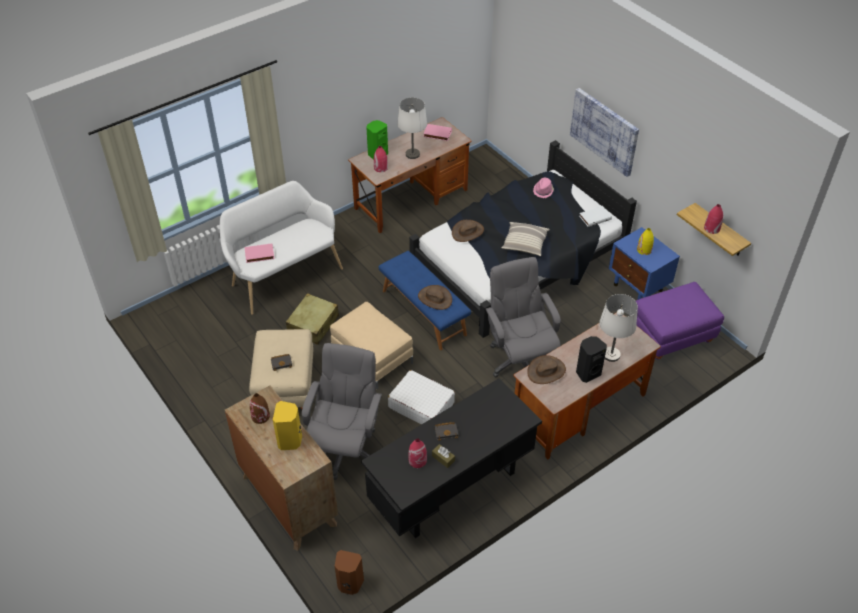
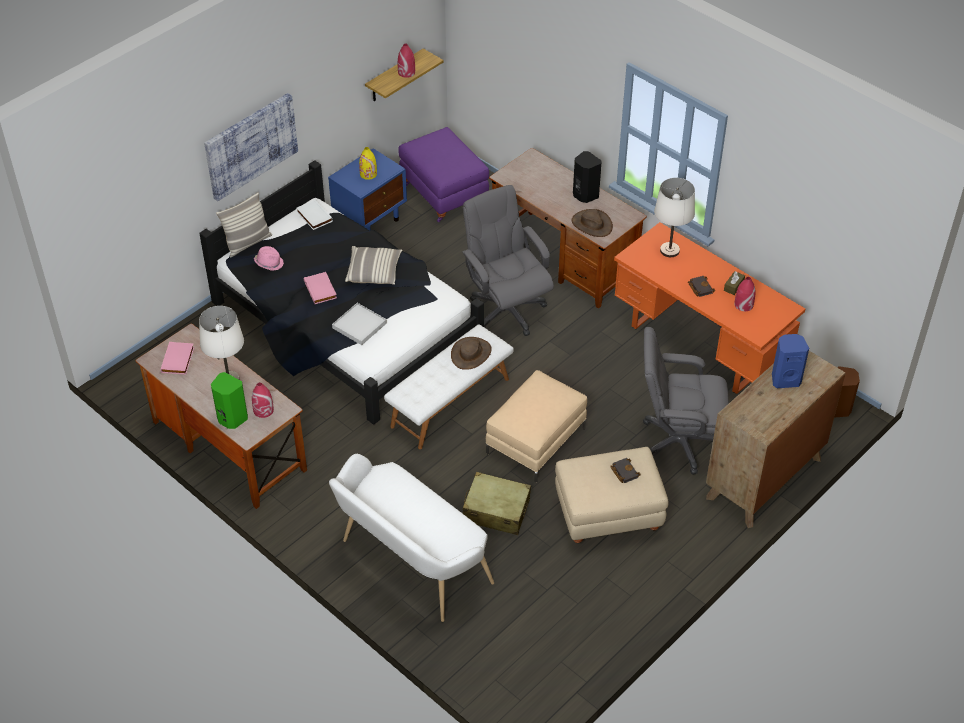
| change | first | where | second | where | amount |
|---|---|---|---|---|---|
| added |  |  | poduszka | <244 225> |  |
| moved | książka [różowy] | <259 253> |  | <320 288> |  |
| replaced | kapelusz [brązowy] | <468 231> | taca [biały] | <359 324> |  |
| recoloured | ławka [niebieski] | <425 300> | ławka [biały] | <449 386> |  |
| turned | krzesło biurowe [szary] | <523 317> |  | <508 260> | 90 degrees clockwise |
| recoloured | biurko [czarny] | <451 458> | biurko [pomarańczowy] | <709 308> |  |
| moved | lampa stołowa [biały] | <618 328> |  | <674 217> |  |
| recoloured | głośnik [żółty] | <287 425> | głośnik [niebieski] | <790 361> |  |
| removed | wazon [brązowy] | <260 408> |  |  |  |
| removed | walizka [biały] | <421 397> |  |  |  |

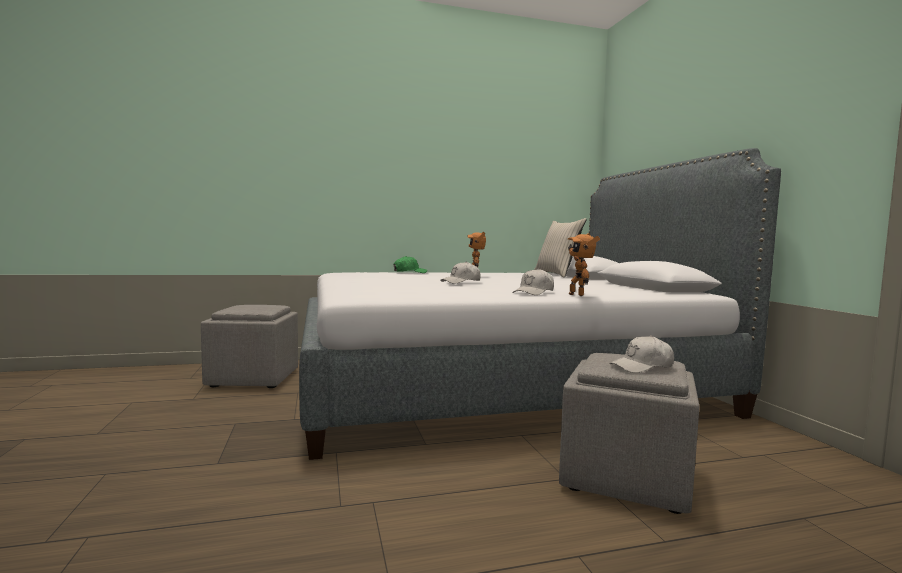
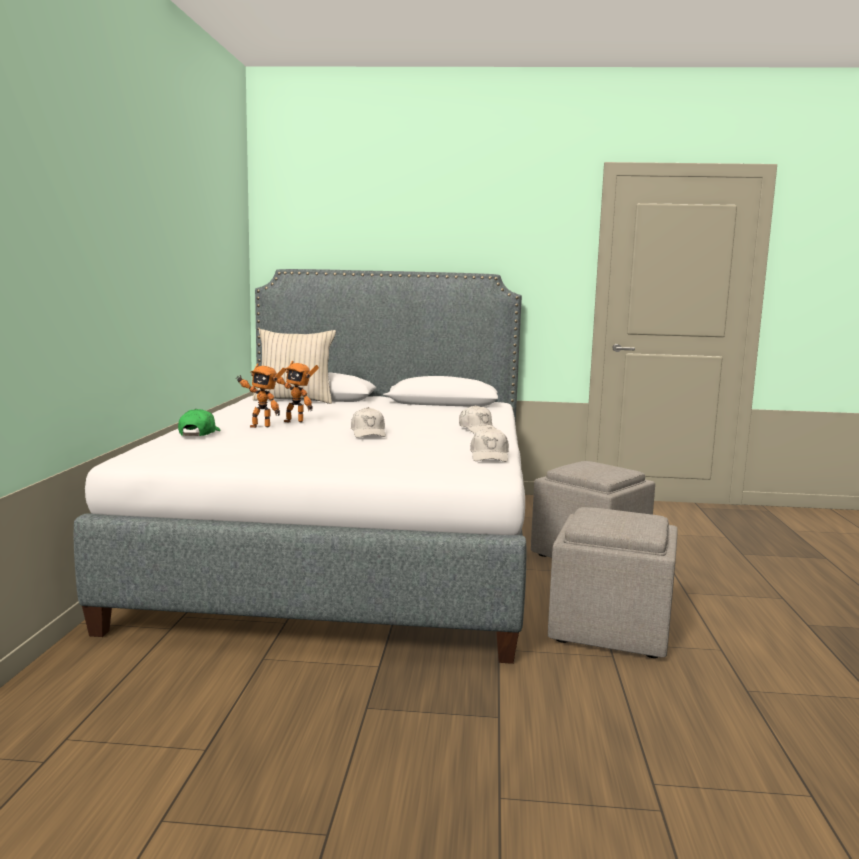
| change | first | where | second | where | amount |
|---|---|---|---|---|---|
| moved | robot zabawkowy | <584 264> |  | <260 395> |  |
| moved | czapka z daszkiem [biały] | <641 354> |  | <489 444> |  |
| moved | pufa [szary] | <249 346> |  | <613 582> |  |

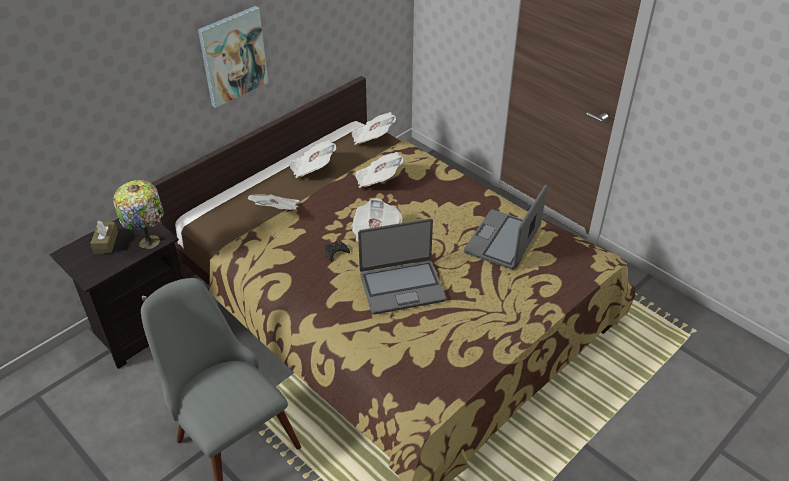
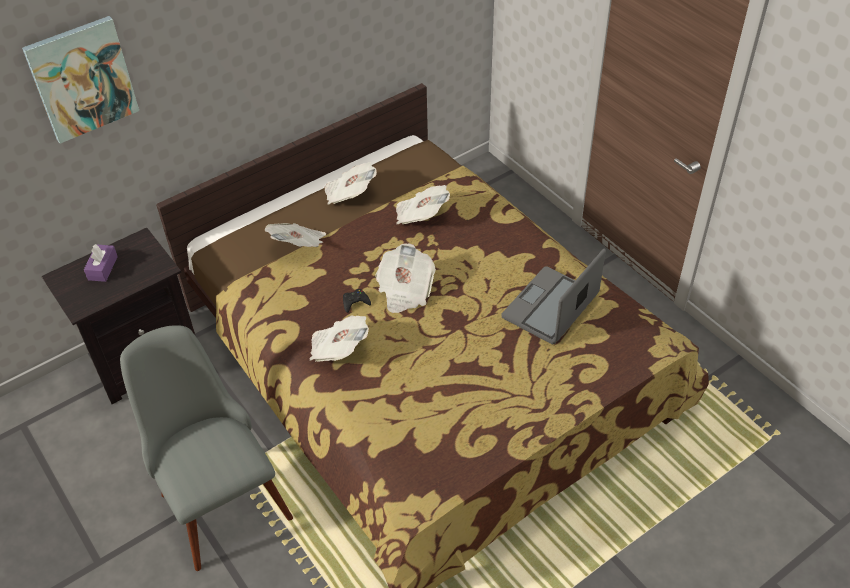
| change | first | where | second | where | amount |
|---|---|---|---|---|---|
| moved | obraz | <233 57> |  | <80 80> |  |
| recoloured | pudełko chusteczek [brązowy] | <104 237> | pudełko chusteczek [fioletowy] | <101 263> |  |
| moved | gazeta | <374 128> |  | <339 338> |  |
| removed | lampa stołowa | <138 214> |  |  |  |
| removed | laptop | <402 266> |  |  |  |

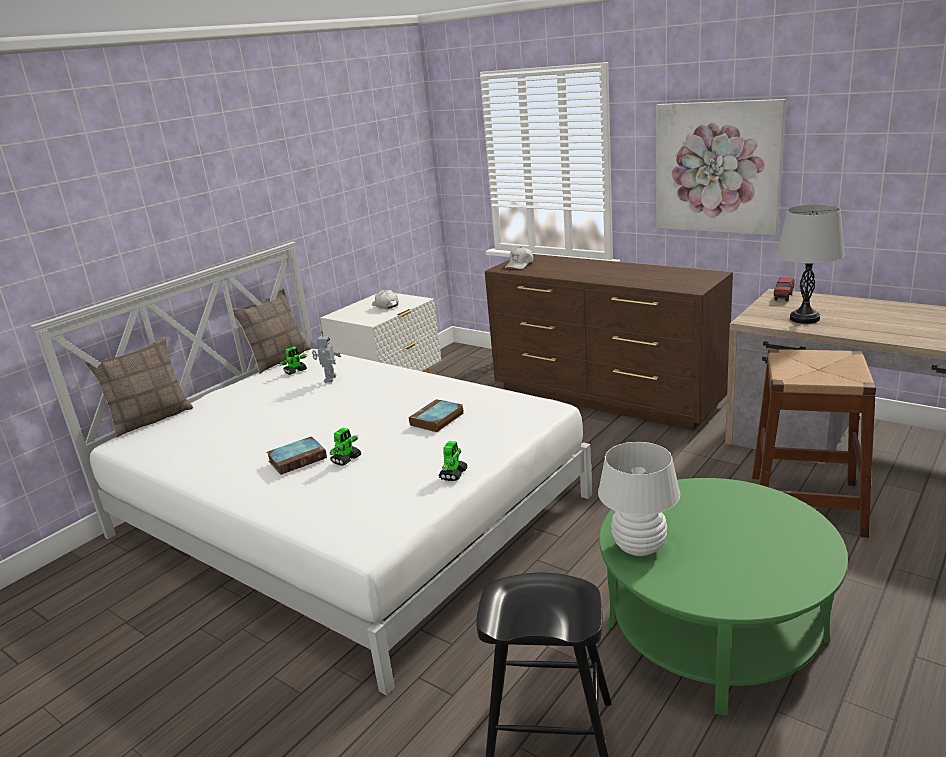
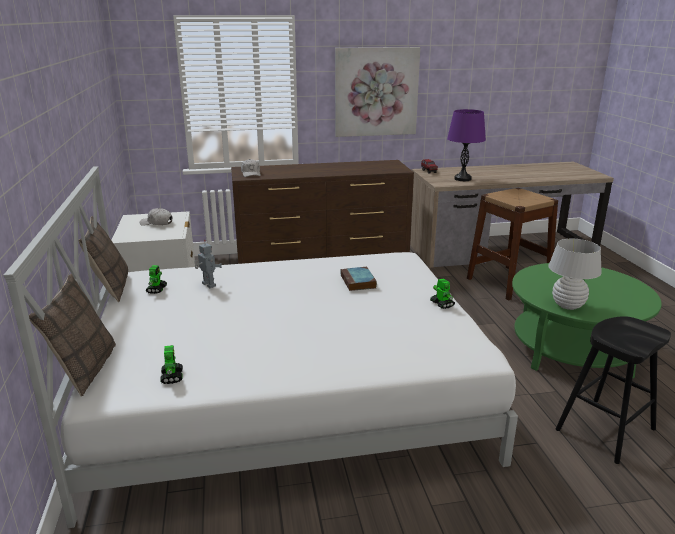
| change | first | where | second | where | amount |
|---|---|---|---|---|---|
| moved | robot zabawkowy | <346 447> |  | <171 364> |  |
| recoloured | lampa stołowa [szary] | <810 264> | lampa stołowa [fioletowy] | <466 145> |  |
| removed | książka | <297 455> |  |  |  |

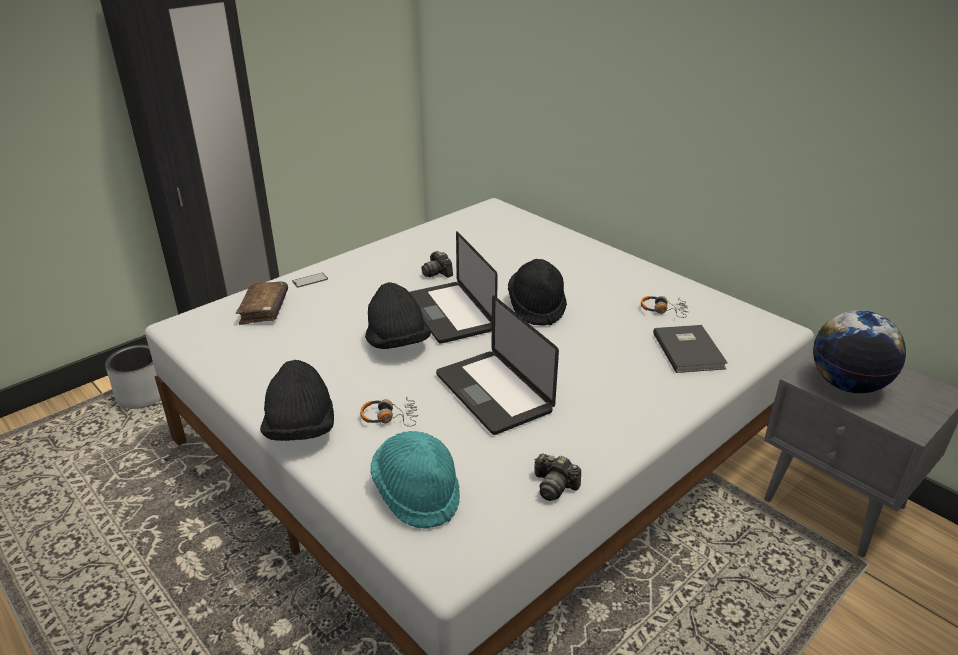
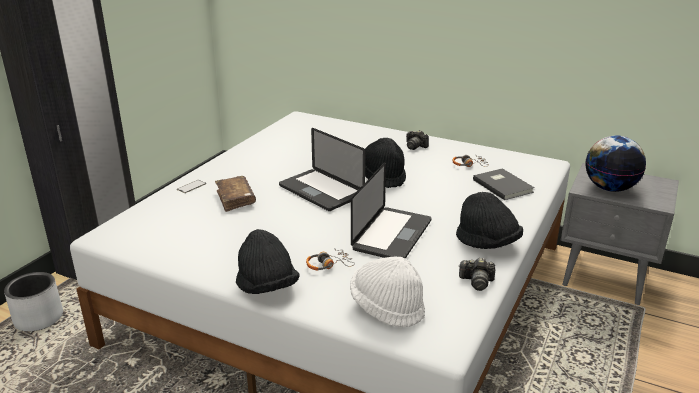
| change | first | where | second | where | amount |
|---|---|---|---|---|---|
| moved | książka [brązowy] | <262 303> |  | <235 194> |  |
| recoloured | kapelusz [turkusowy] | <415 480> | kapelusz [biały] | <387 291> |  |
| turned | laptop | <497 365> |  | <391 210> | 105 degrees counterclockwise |
| moved | aparat fotograficzny | <437 264> |  | <417 140> |  |
| moved | kapelusz [czarny] | <398 315> |  | <489 220> |  |

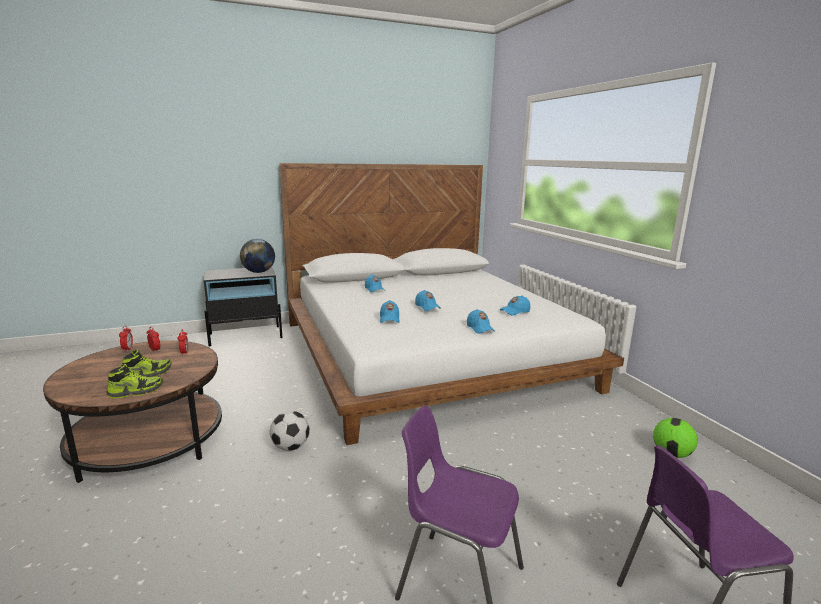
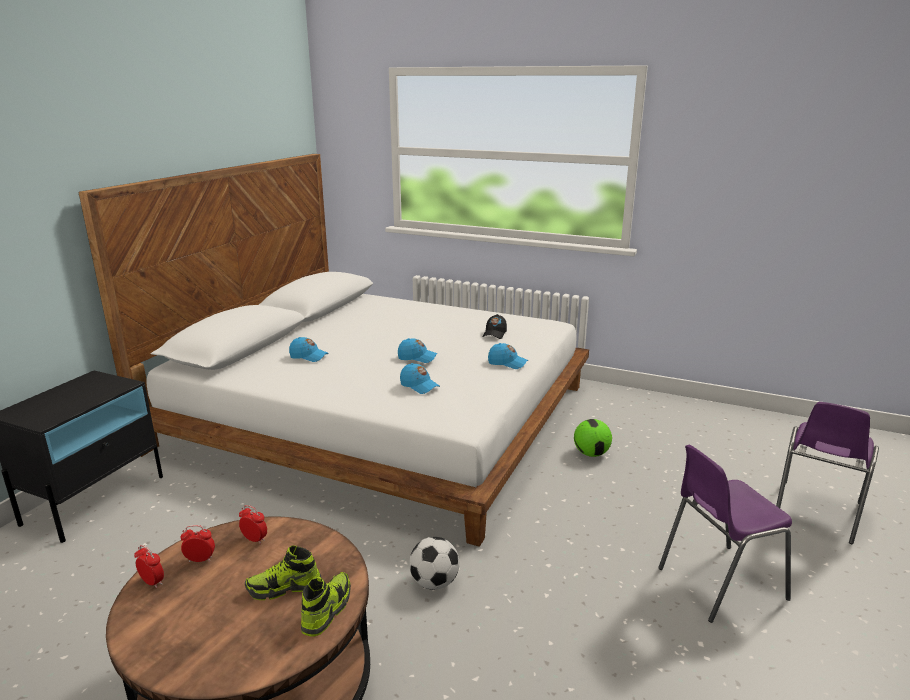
| change | first | where | second | where | amount |
|---|---|---|---|---|---|
| turned | but | <147 363> |  | <283 572> | 105 degrees counterclockwise |
| recoloured | czapka z daszkiem [niebieski] | <515 305> | czapka z daszkiem [czarny] | <495 326> |  |
| moved | piłka futbolowa | <675 438> |  | <593 438> |  |
| removed | globus | <257 256> |  |  |  |

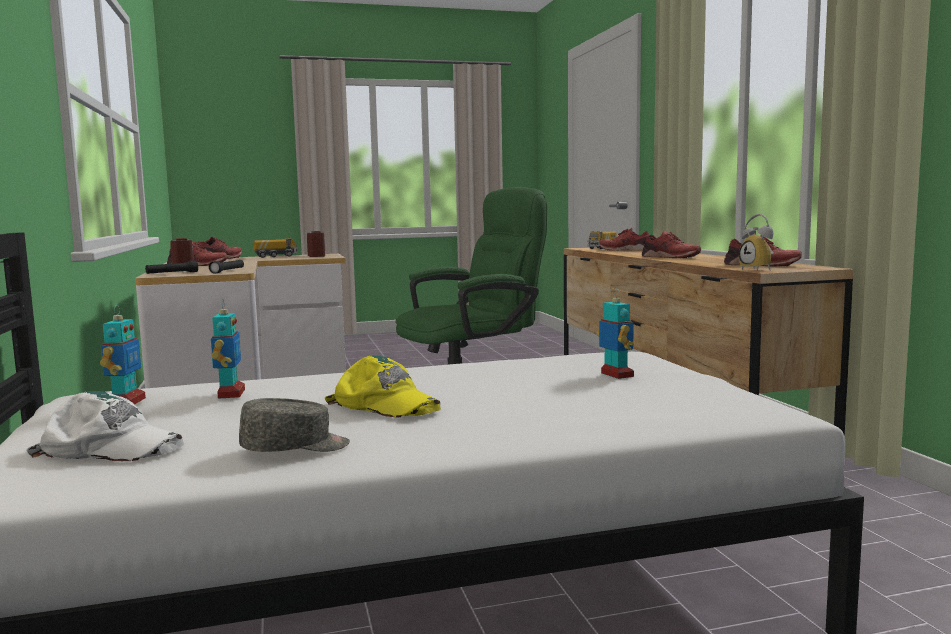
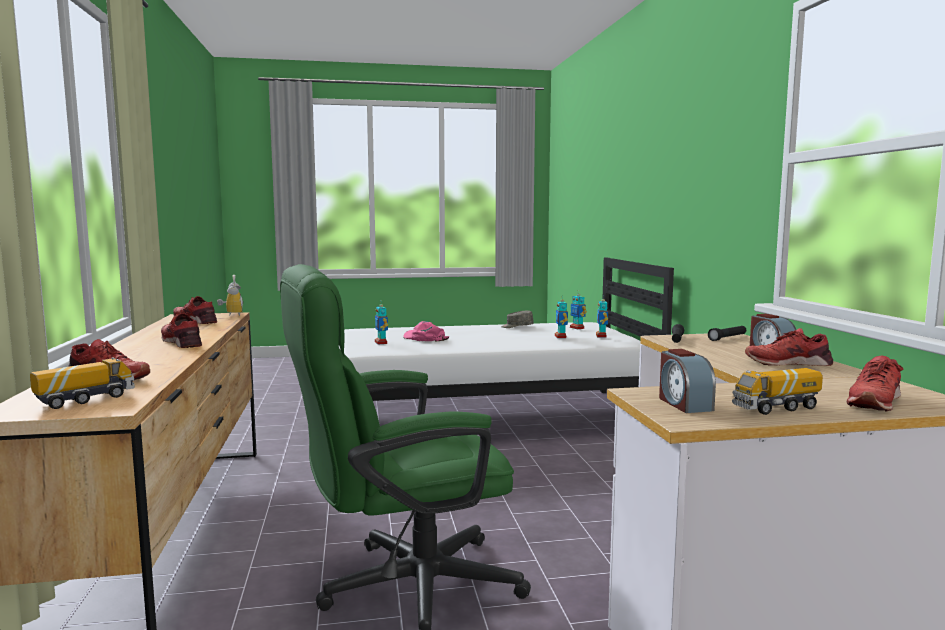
| change | first | where | second | where | amount |
|---|---|---|---|---|---|
| added |  |  | czapka z daszkiem [różowy] | <426 331> |  |
| replaced | czapka z daszkiem [biały] | <105 426> | robot zabawkowy | <578 310> |  |
| removed | czapka z daszkiem [żółty] | <383 386> |  |  |  |

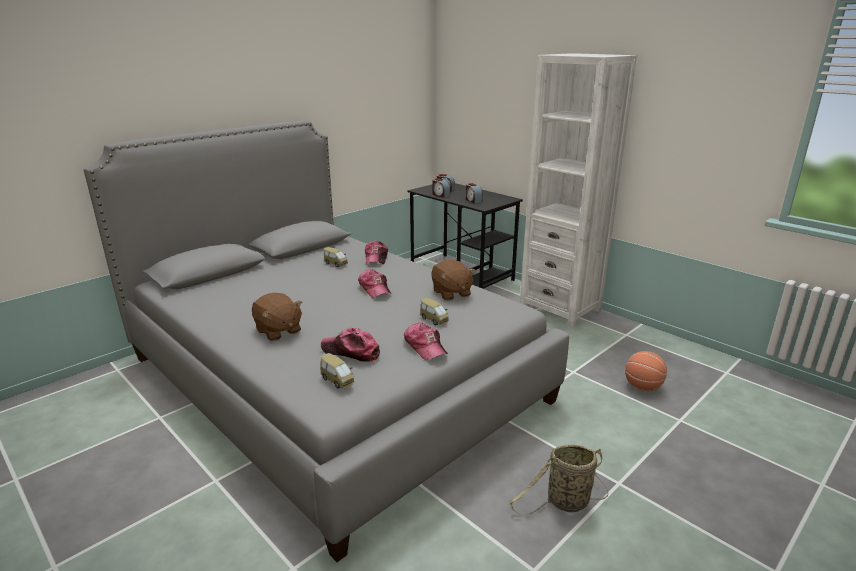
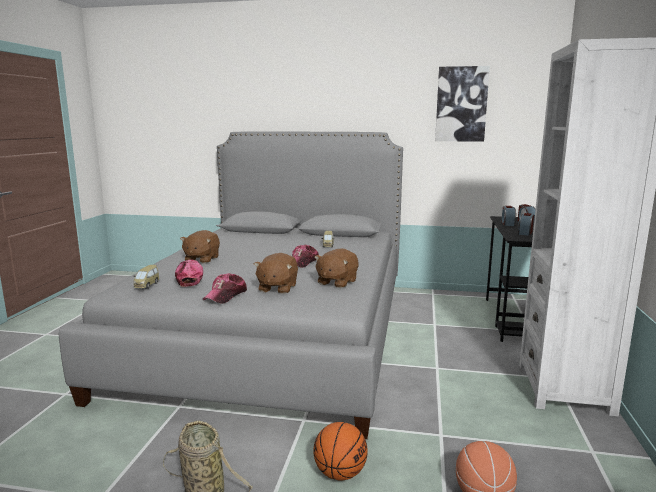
| change | first | where | second | where | amount |
|---|---|---|---|---|---|
| replaced | samochodzik | <434 311> | pluszak [brązowy] | <276 273> |  |
| added |  |  | piłka do koszykówki | <341 451> |  |
| added |  |  | obraz | <462 104> |  |
| removed | czapka z daszkiem | <376 252> |  |  |  |

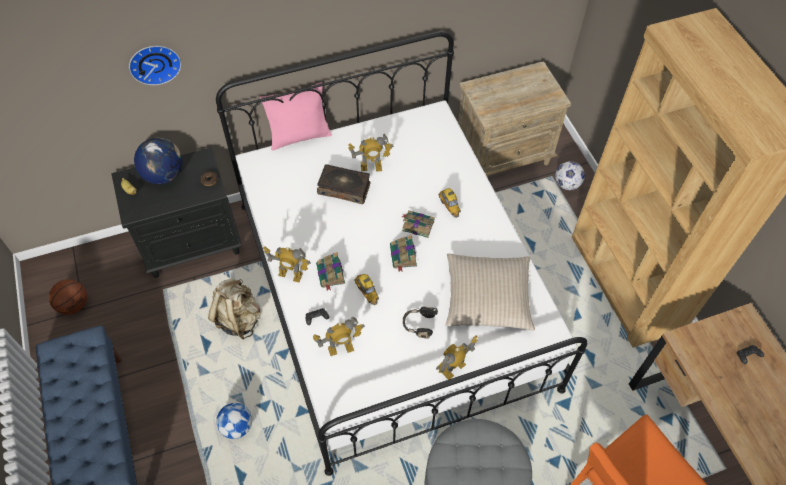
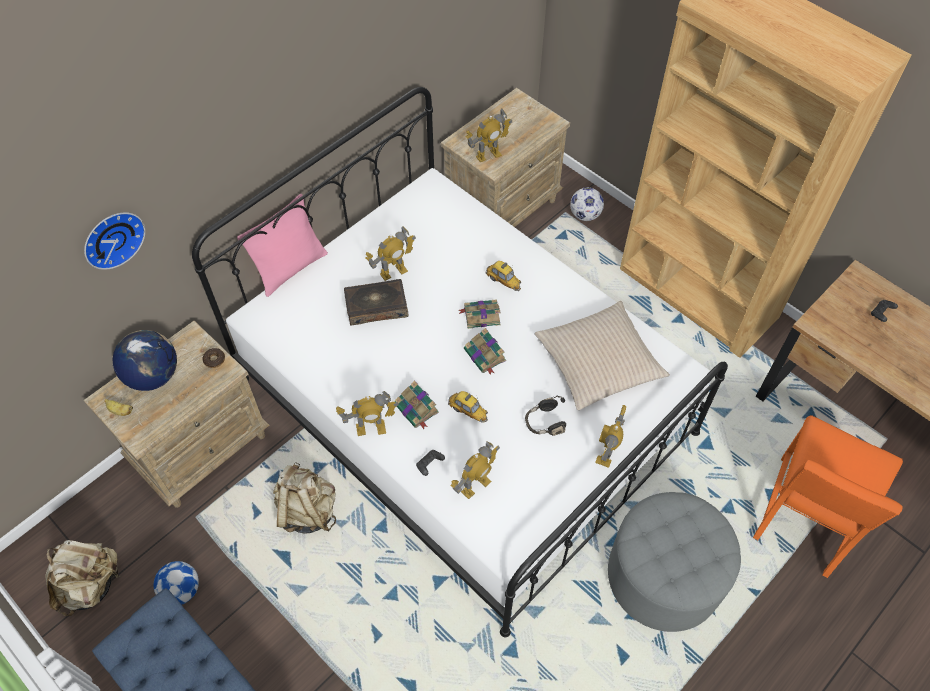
| change | first | where | second | where | amount |
|---|---|---|---|---|---|
| replaced | piłka do koszykówki | <68 297> | plecak [beżowy] | <83 578> |  |
| recoloured | szafka nocna [czarny] | <177 212> | szafka nocna [beżowy] | <176 414> |  |
| moved | piłka futbolowa | <234 421> |  | <176 583> |  |
| added |  |  | robot zabawkowy | <488 135> |  |

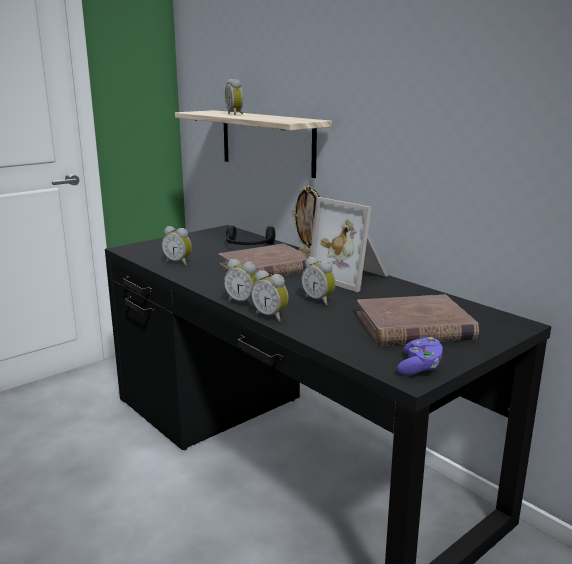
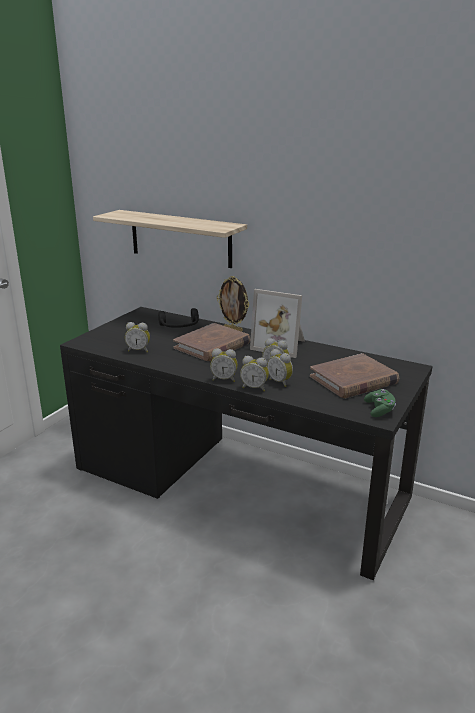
| change | first | where | second | where | amount |
|---|---|---|---|---|---|
| moved | budzik | <234 97> |  | <280 368> |  |
| recoloured | pad do gier [fioletowy] | <420 356> | pad do gier [zielony] | <380 403> |  |

